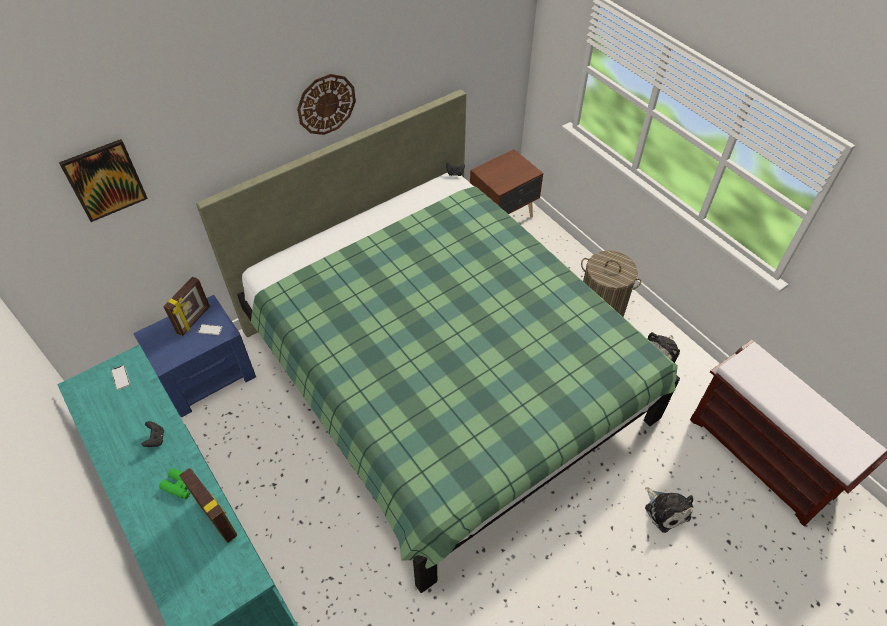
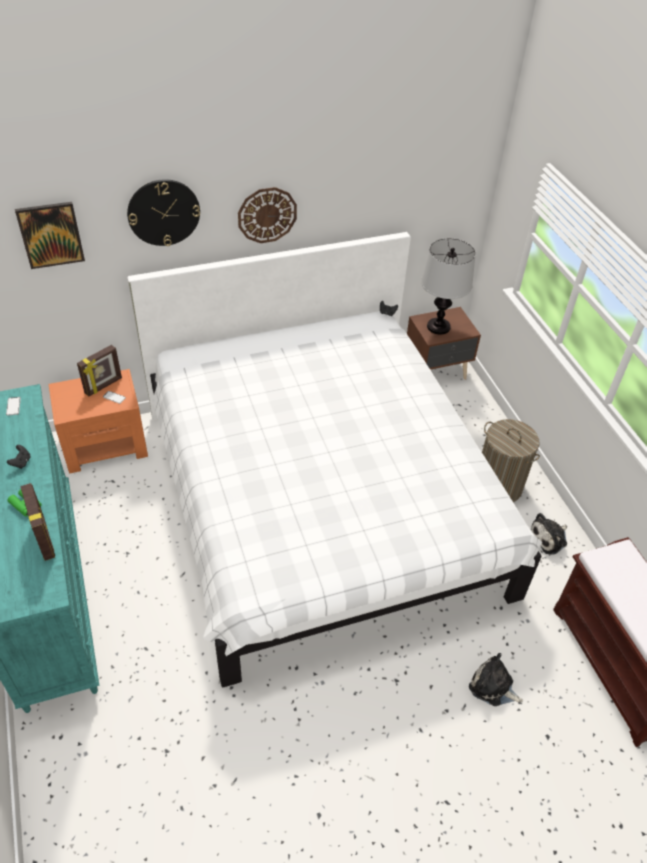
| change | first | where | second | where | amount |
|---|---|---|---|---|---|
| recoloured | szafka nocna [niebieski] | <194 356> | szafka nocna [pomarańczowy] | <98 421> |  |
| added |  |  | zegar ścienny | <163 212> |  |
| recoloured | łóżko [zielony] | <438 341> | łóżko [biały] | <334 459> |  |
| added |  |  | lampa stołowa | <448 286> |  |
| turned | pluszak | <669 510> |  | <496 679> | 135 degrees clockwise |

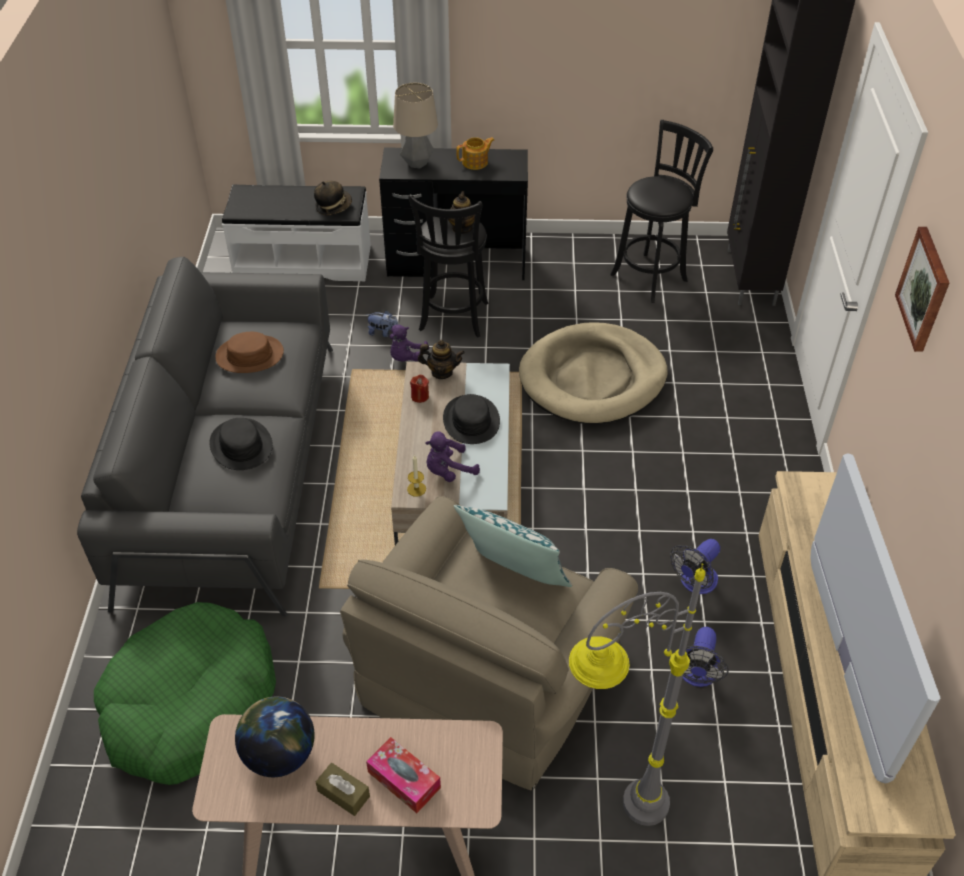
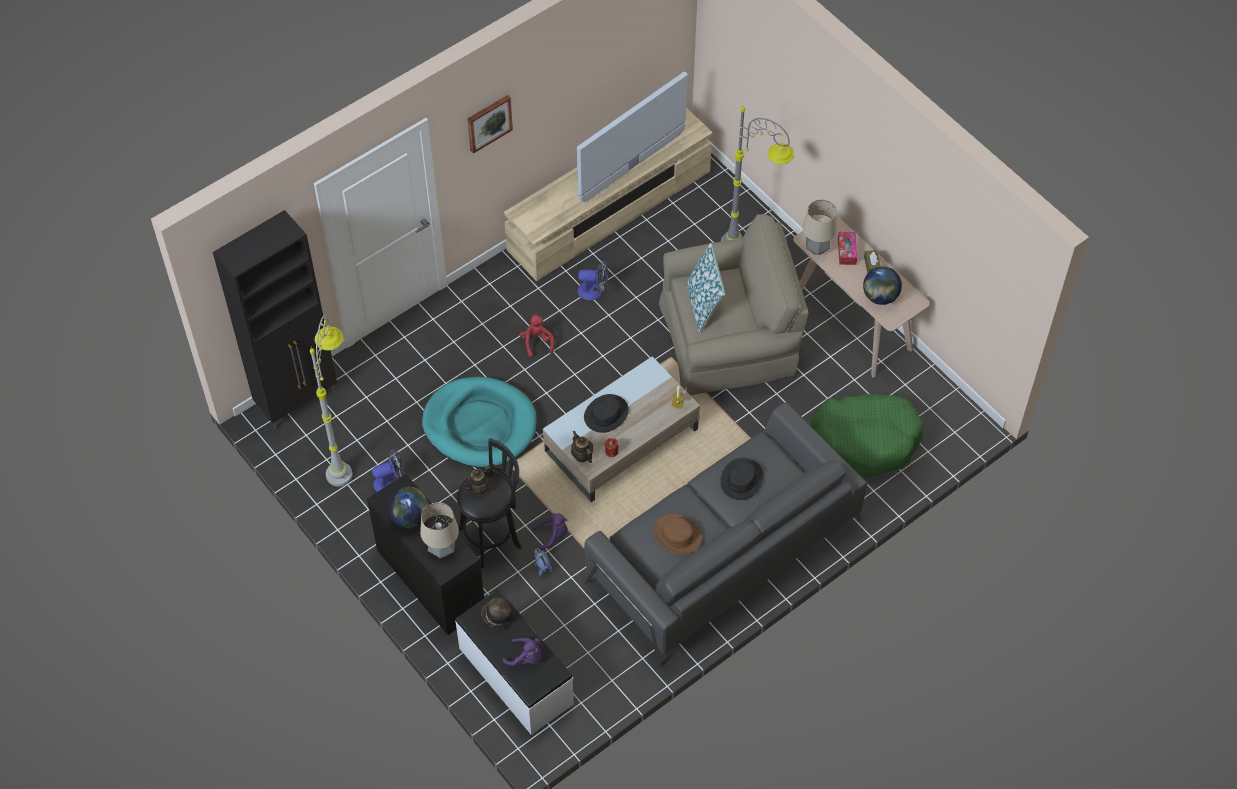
| change | first | where | second | where | amount |
|---|---|---|---|---|---|
| replaced | stołek [czarny] | <661 211> | lampa stojąca [szary] | <331 401> |  |
| moved | wentylator | <706 657> |  | <388 470> |  |
| replaced | imbryk | <475 153> | globus | <408 507> |  |
| recoloured | legowisko [beżowy] | <593 373> | legowisko [turkusowy] | <479 422> |  |
| moved | pluszak [fioletowy] | <452 457> |  | <522 652> |  |
| added |  |  | pluszak [czerwony] | <537 335> |  |
| added |  |  | lampa stołowa | <819 227> |  |

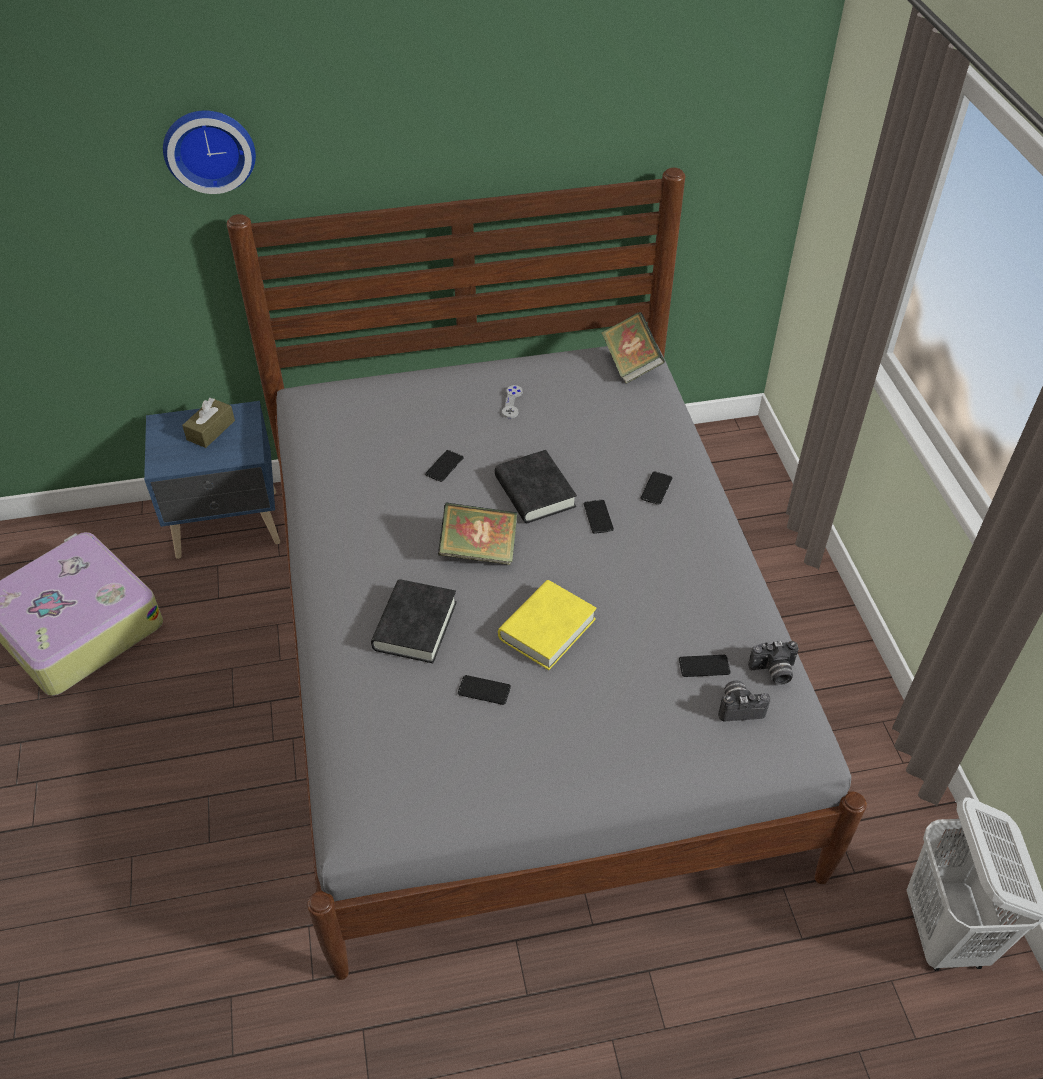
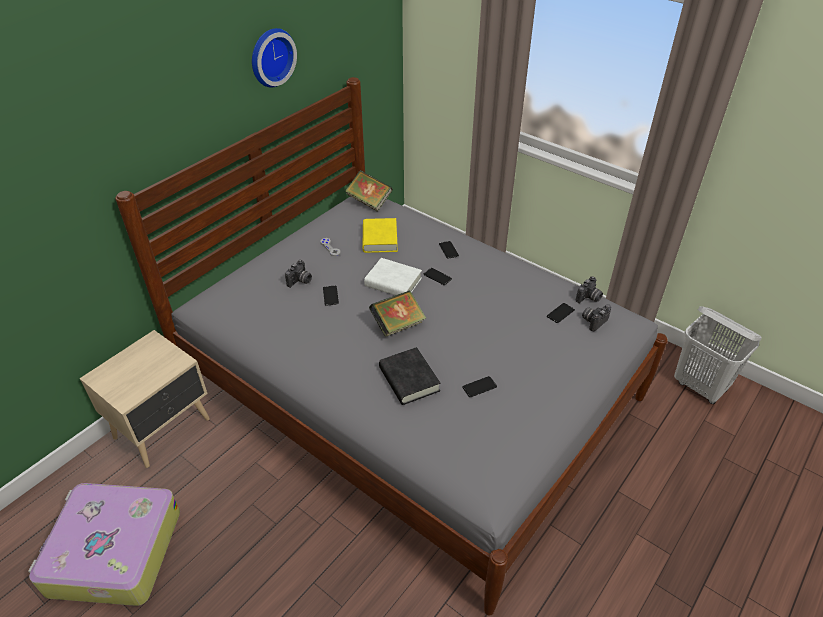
| change | first | where | second | where | amount |
|---|---|---|---|---|---|
| recoloured | szafka nocna [niebieski] | <212 480> | szafka nocna [beżowy] | <145 399> |  |
| moved | zegar ścienny | <209 152> |  | <274 57> |  |
| added |  |  | aparat fotograficzny | <298 274> |  |
| moved | książka [żółty] | <547 625> |  | <380 235> |  |
| recoloured | książka [czarny] | <536 486> | książka [biały] | <393 276> |  |
| removed | pudełko chusteczek [brązowy] | <208 423> |  |  |  |

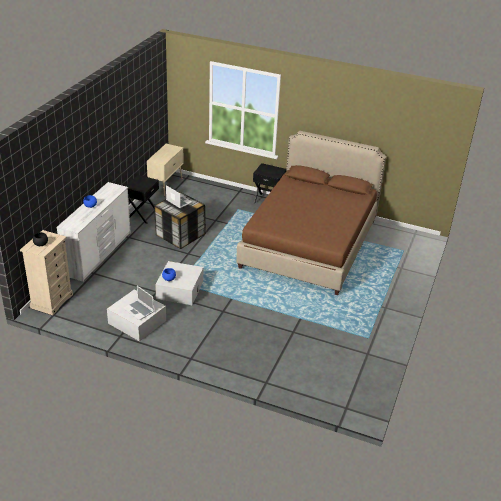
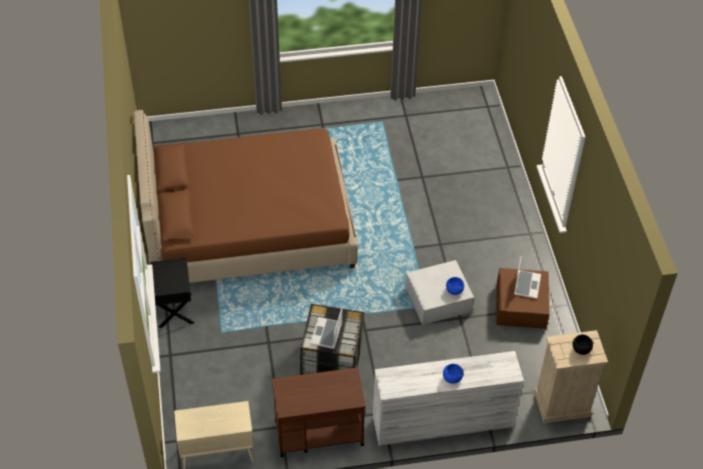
| change | first | where | second | where | amount |
|---|---|---|---|---|---|
| replaced | szafka nocna [czarny] | <142 199> | wózek [brązowy] | <319 412> |  |
| recoloured | pojemnik do przechowywania [biały] | <136 315> | pojemnik do przechowywania [brązowy] | <522 298> |  |

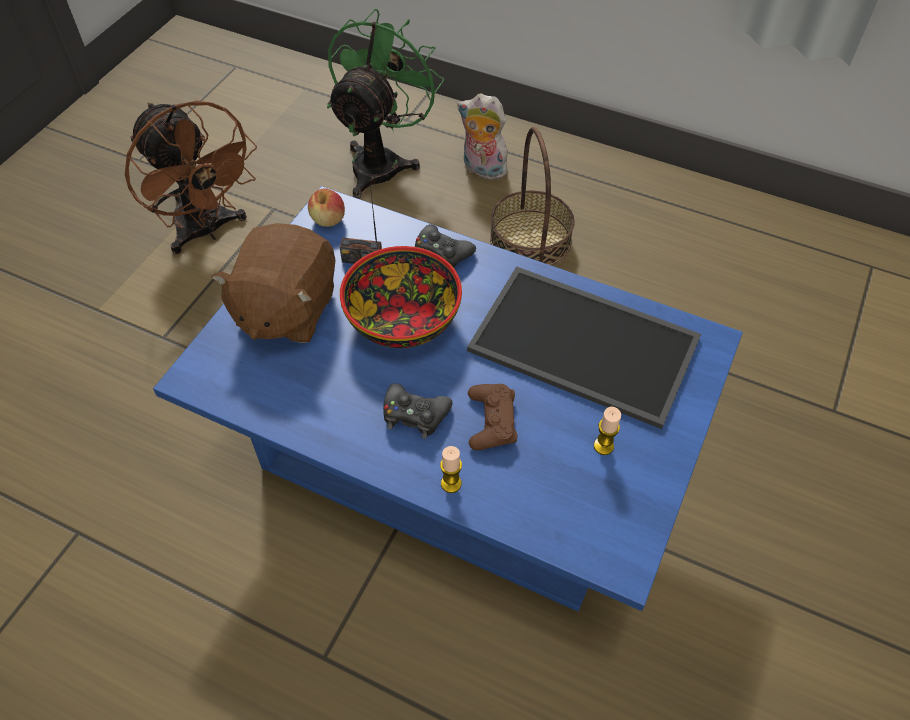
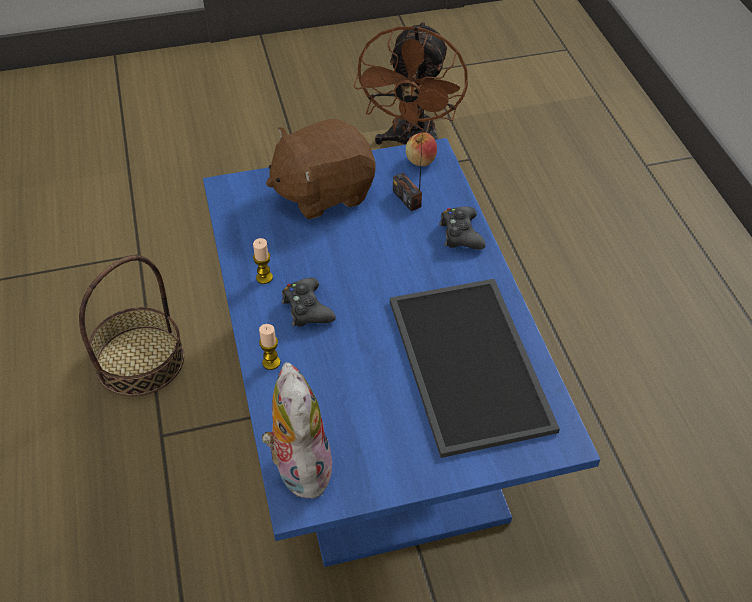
| change | first | where | second | where | amount |
|---|---|---|---|---|---|
| moved | koszyk | <532 196> |  | <131 325> |  |
| moved | świeca | <607 431> |  | <263 261> |  |
| moved | pluszak | <483 137> |  | <298 430> |  |
| removed | wentylator [zielony] | <385 104> |  |  |  |
| removed | miska | <401 297> |  |  |  |
| removed | pad do gier [brązowy] | <492 417> |  |  |  |

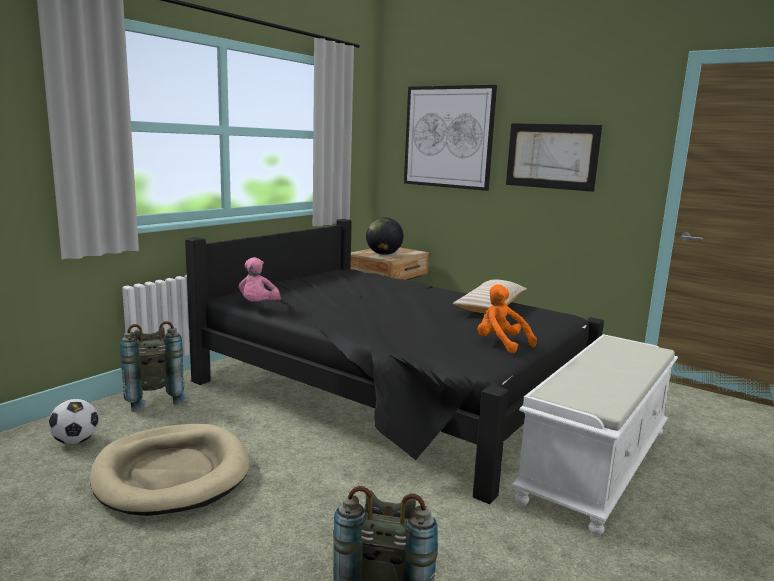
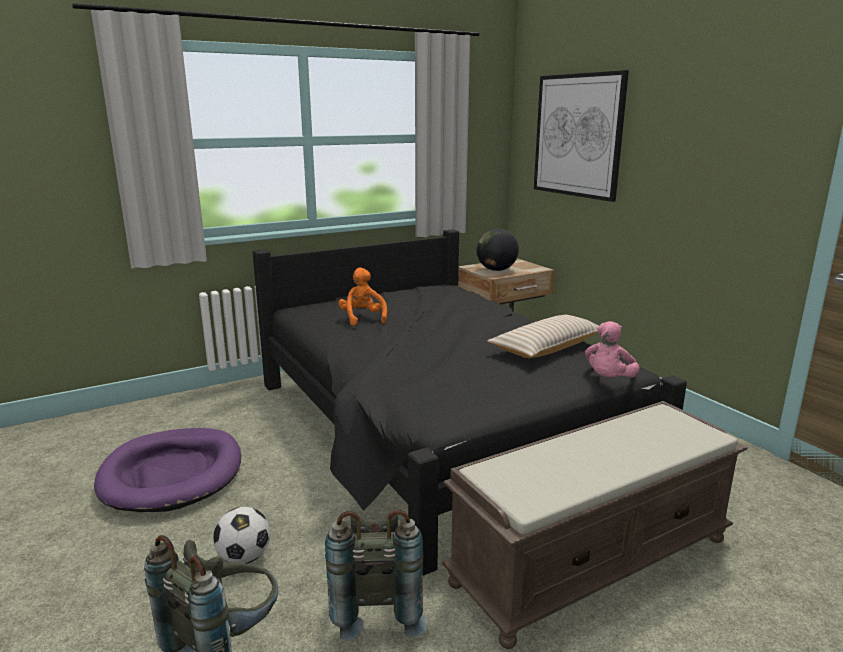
| change | first | where | second | where | amount |
|---|---|---|---|---|---|
| recoloured | legowisko [beżowy] | <169 470> | legowisko [fioletowy] | <167 470> |  |
| moved | piłka futbolowa | <74 421> |  | <241 535> |  |
| moved | plecak [szary] | <154 366> |  | <376 575> |  |
| moved | pluszak [pomarańczowy] | <507 318> |  | <362 296> |  |
| recoloured | ławka [biały] | <594 435> | ławka [brązowy] | <595 525> |  |
| moved | pluszak [różowy] | <260 279> |  | <612 349> |  |
| removed | obraz | <554 157> |  |  |  |

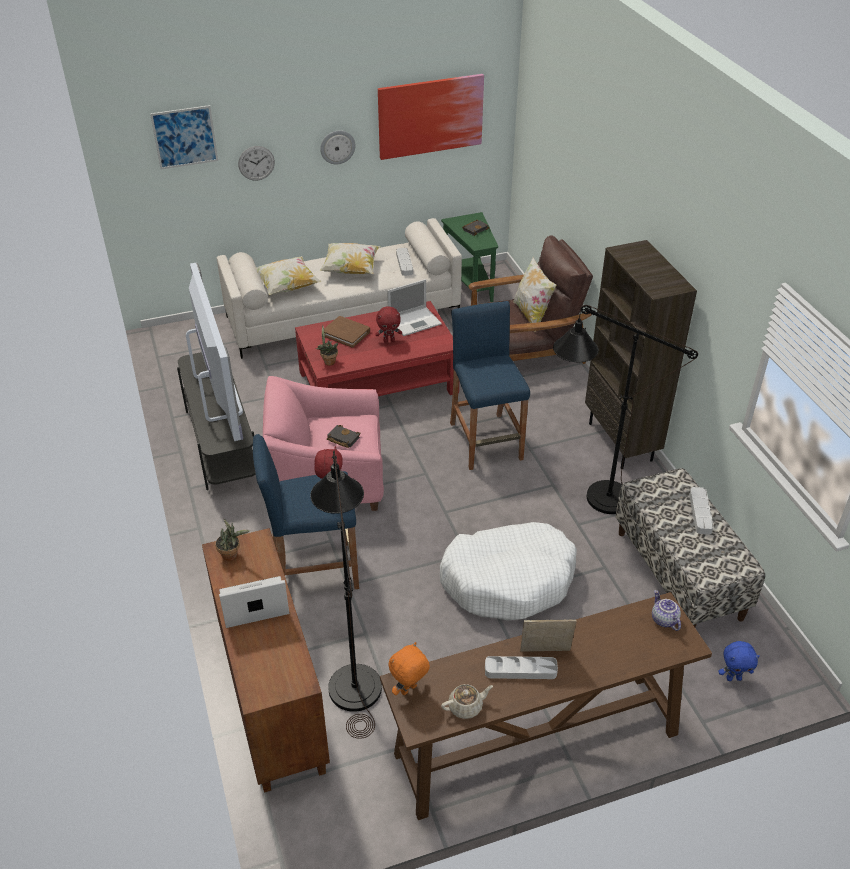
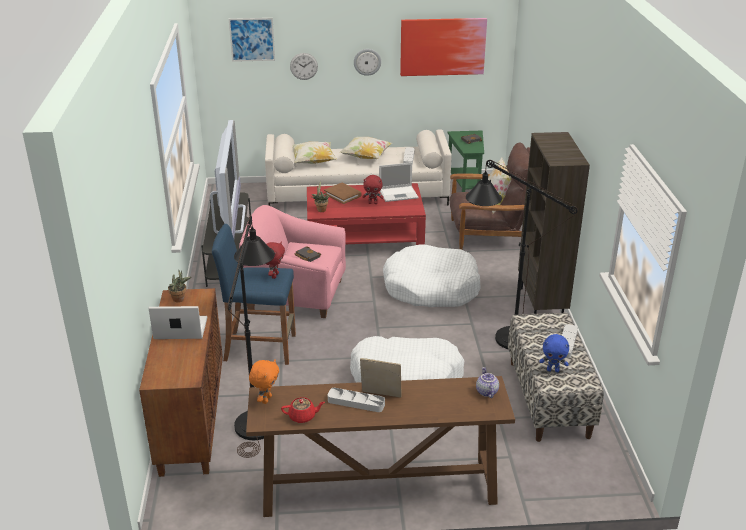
| change | first | where | second | where | amount |
|---|---|---|---|---|---|
| turned | pluszak [pomarańczowy] | <409 668> |  | <264 381> | 135 degrees clockwise |
| recoloured | imbryk [beżowy] | <467 701> | imbryk [czerwony] | <303 410> |  |
| replaced | stołek [niebieski] | <490 385> | legowisko [biały] | <431 276> |  |
| moved | pluszak [niebieski] | <739 661> |  | <554 353> |  |

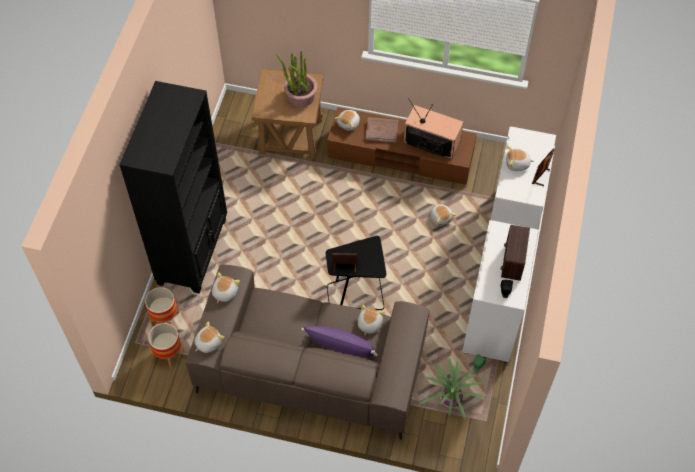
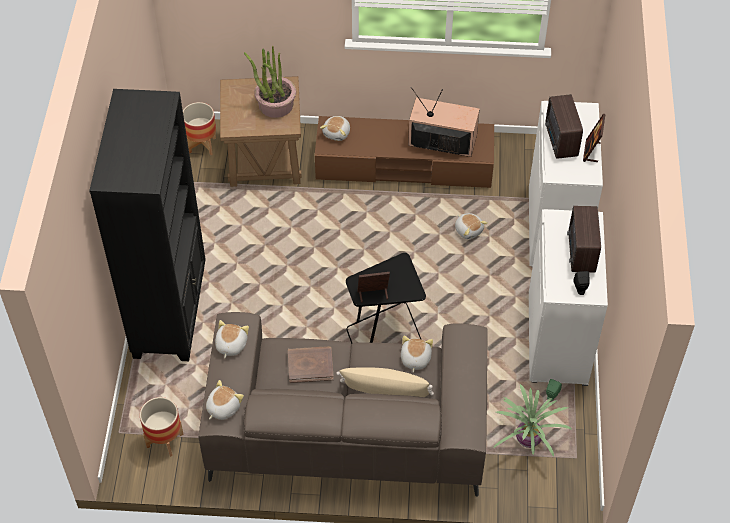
| change | first | where | second | where | amount |
|---|---|---|---|---|---|
| moved | donica | <162 306> |  | <199 128> |  |
| moved | książka [brązowy] | <382 130> |  | <311 364> |  |
| recoloured | poduszka [fioletowy] | <339 342> | poduszka [beżowy] | <385 382> |  |
| replaced | pluszak | <520 158> | radio | <564 126> |  |

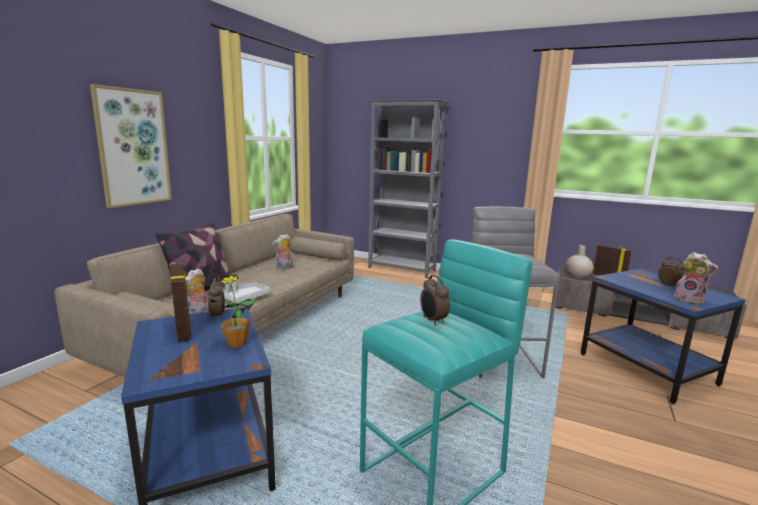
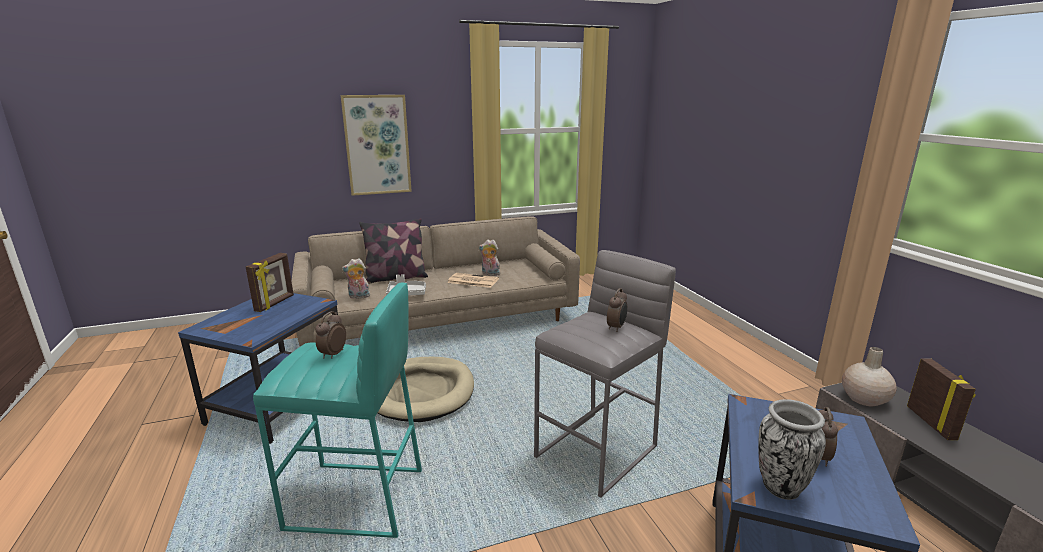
| change | first | where | second | where | amount |
|---|---|---|---|---|---|
| added |  |  | legowisko [beżowy] | <426 389> |  |
| added |  |  | gazeta | <473 280> |  |
| moved | budzik | <216 298> |  | <617 310> |  |
| replaced | pluszak | <696 278> | wazon | <792 449> |  |
| removed | roślina doniczkowa | <233 311> |  |  |  |
| removed | regał [szary] | <408 188> |  |  |  |

